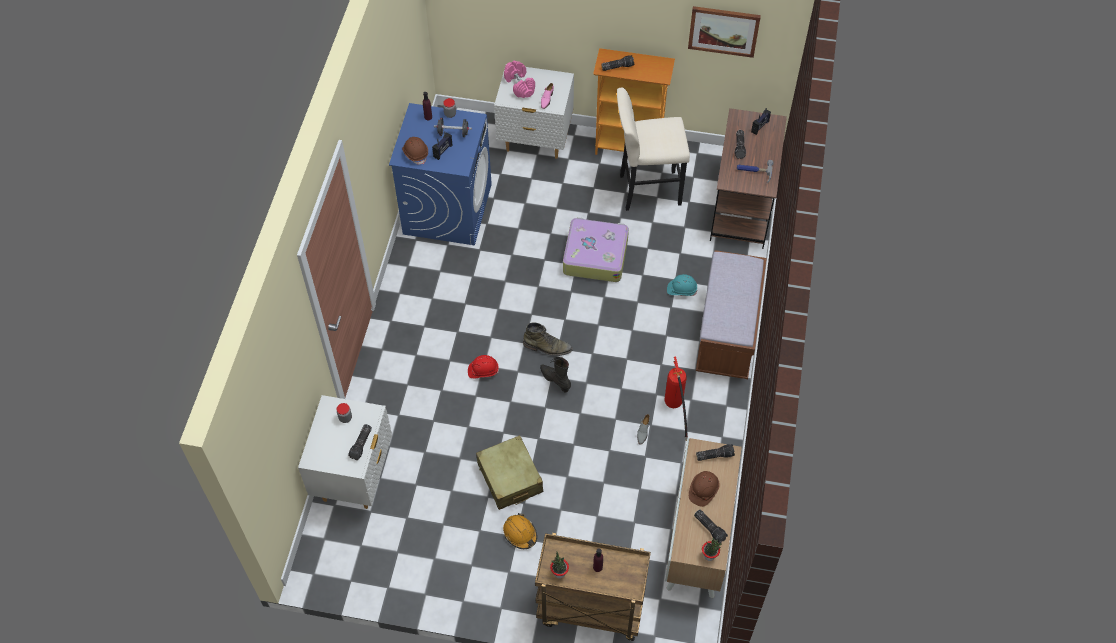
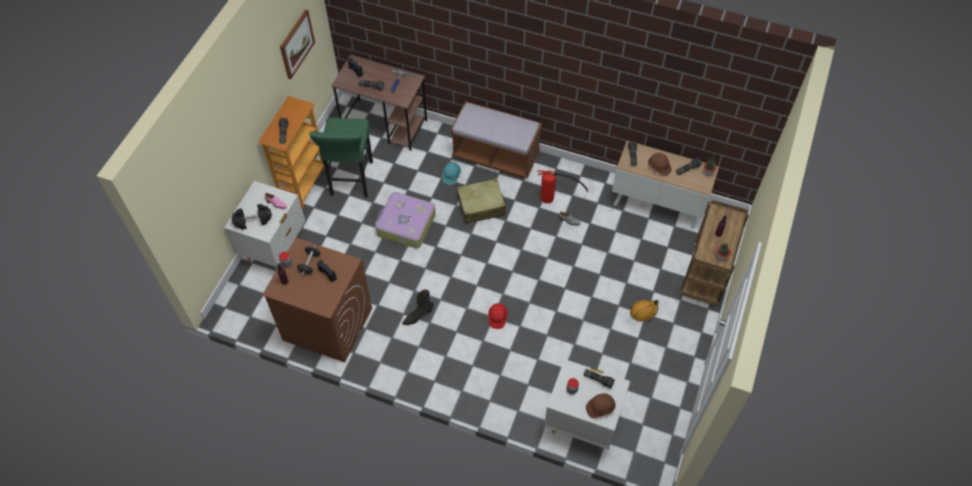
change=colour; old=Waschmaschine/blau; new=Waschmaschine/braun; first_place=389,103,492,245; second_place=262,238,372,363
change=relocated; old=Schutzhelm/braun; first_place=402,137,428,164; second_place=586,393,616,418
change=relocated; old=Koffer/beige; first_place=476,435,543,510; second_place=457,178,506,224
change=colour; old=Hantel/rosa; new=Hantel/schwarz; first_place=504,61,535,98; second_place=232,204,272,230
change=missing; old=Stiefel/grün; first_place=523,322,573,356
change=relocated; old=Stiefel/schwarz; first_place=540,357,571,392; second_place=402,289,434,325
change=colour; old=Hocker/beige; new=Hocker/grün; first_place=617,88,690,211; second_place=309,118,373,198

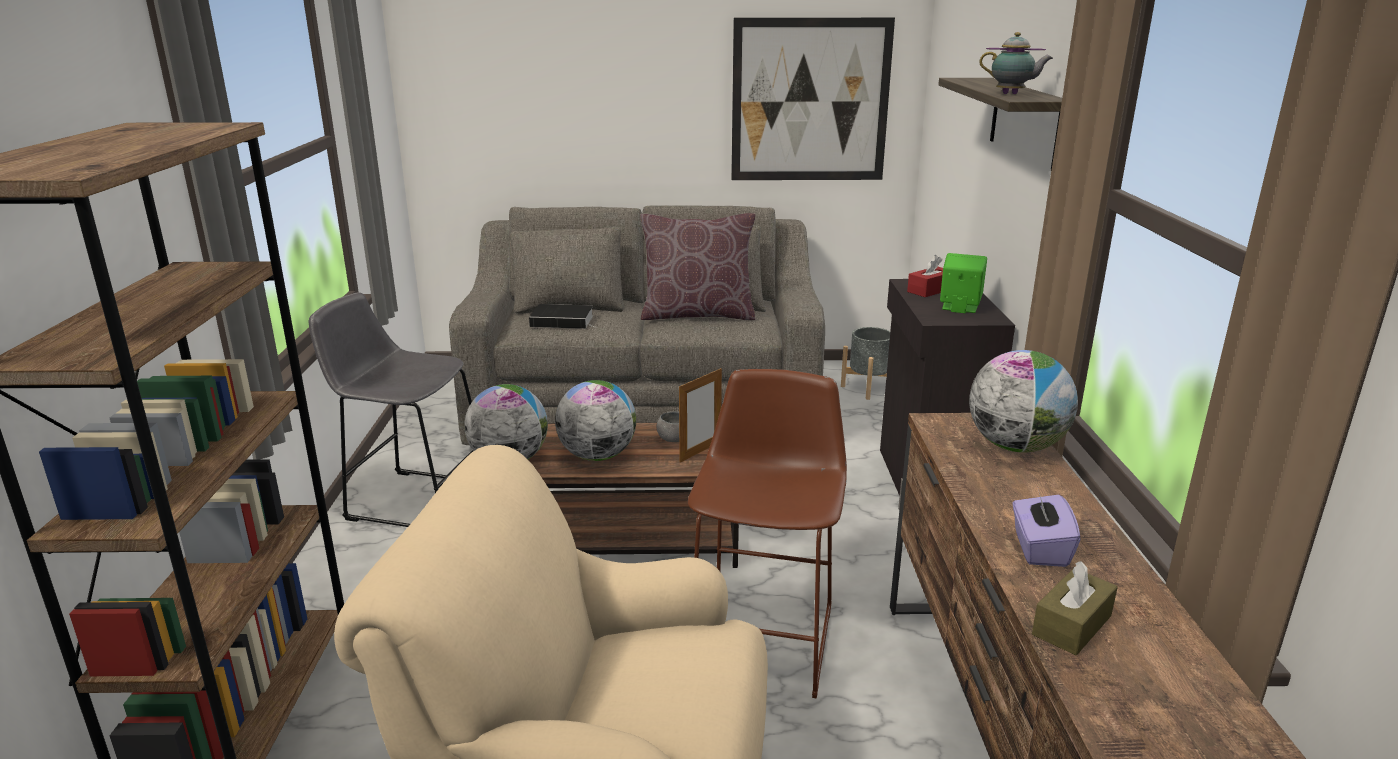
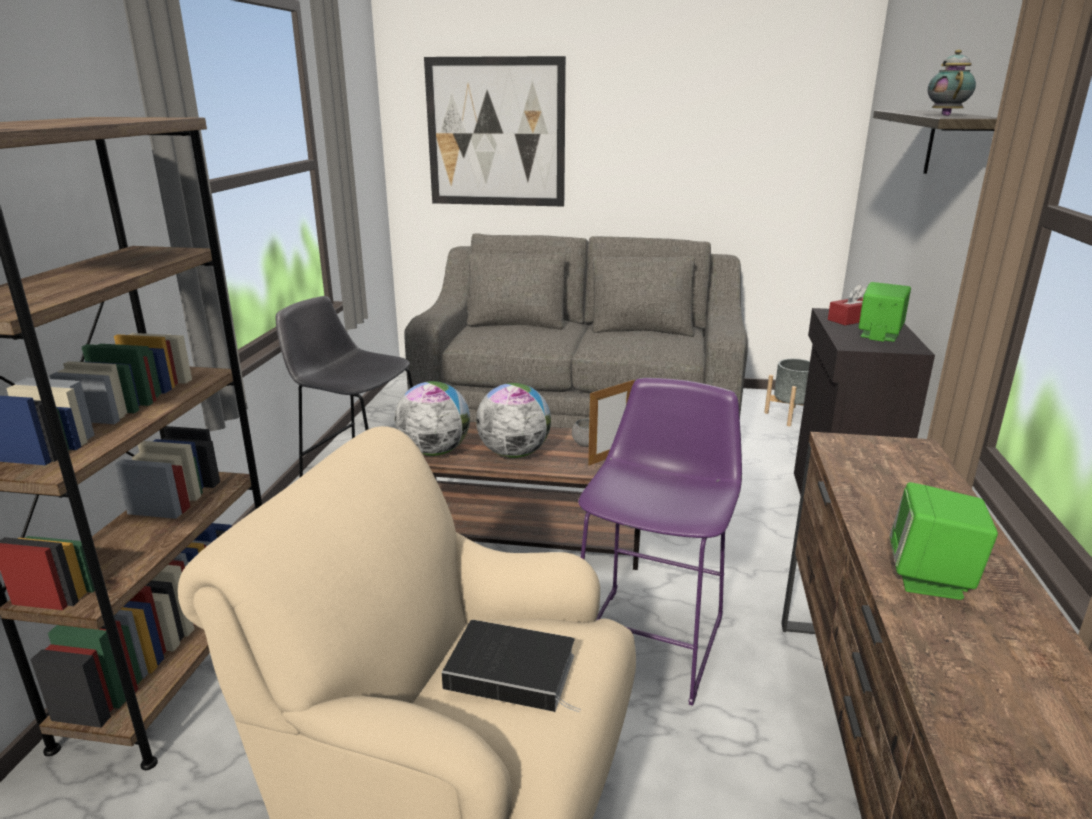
change=relocated; old=Buch; first_place=529,304,596,329; second_place=442,620,581,712
change=missing; old=Kissen/braun; first_place=640,213,756,320
change=colour; old=Hocker/braun; new=Hocker/lila; first_place=688,369,847,698; second_place=578,378,742,706
change=relocated; old=Bild; first_place=731,18,895,180; second_place=424,56,566,207
change=missing; old=Globus; first_place=969,350,1078,453
change=spun; old=Teekanne; first_place=979,32,1053,94; second_place=928,50,976,116; degrees=-105
change=exchanged; old=Taschentuchbox/lila; new=Lautsprecher/grün; first_place=1012,489,1081,567; second_place=890,482,998,600
change=missing; old=Taschentuchbox/braun; first_place=1032,561,1118,655

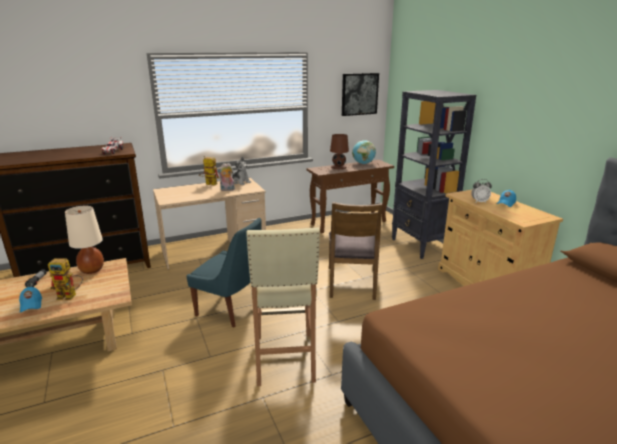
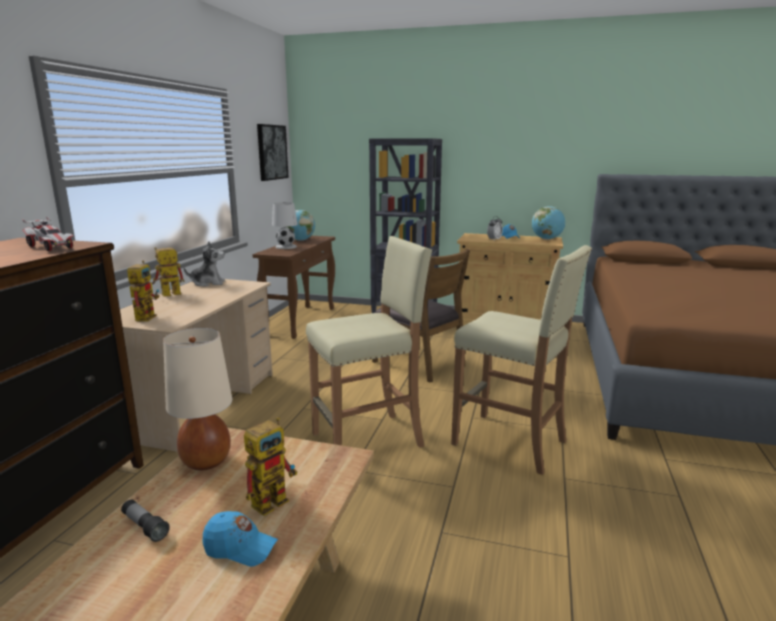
change=exchanged; old=Stuhl/blau; new=Hocker/beige; first_place=187,217,261,328; second_place=306,236,432,448
change=missing; old=Plüschtier; first_place=217,163,235,191
change=colour; old=Tischlampe/braun; new=Tischlampe/weiß; first_place=330,134,349,169; second_place=272,202,298,249
change=appeared; new=Spielzeugroboter; second_place=127,260,159,321
change=appeared; new=Globus; second_place=532,206,565,240

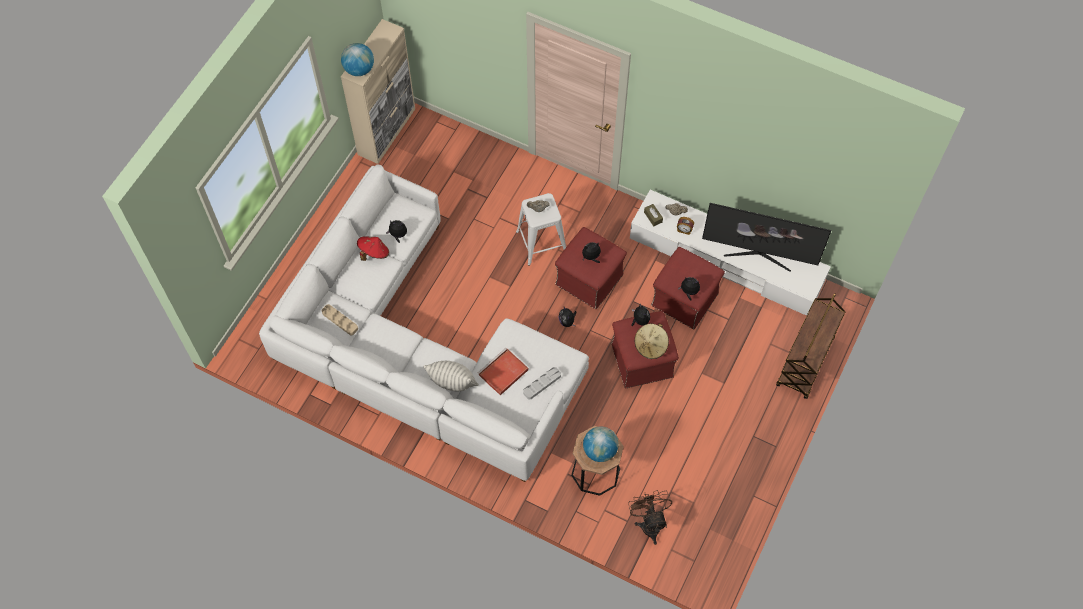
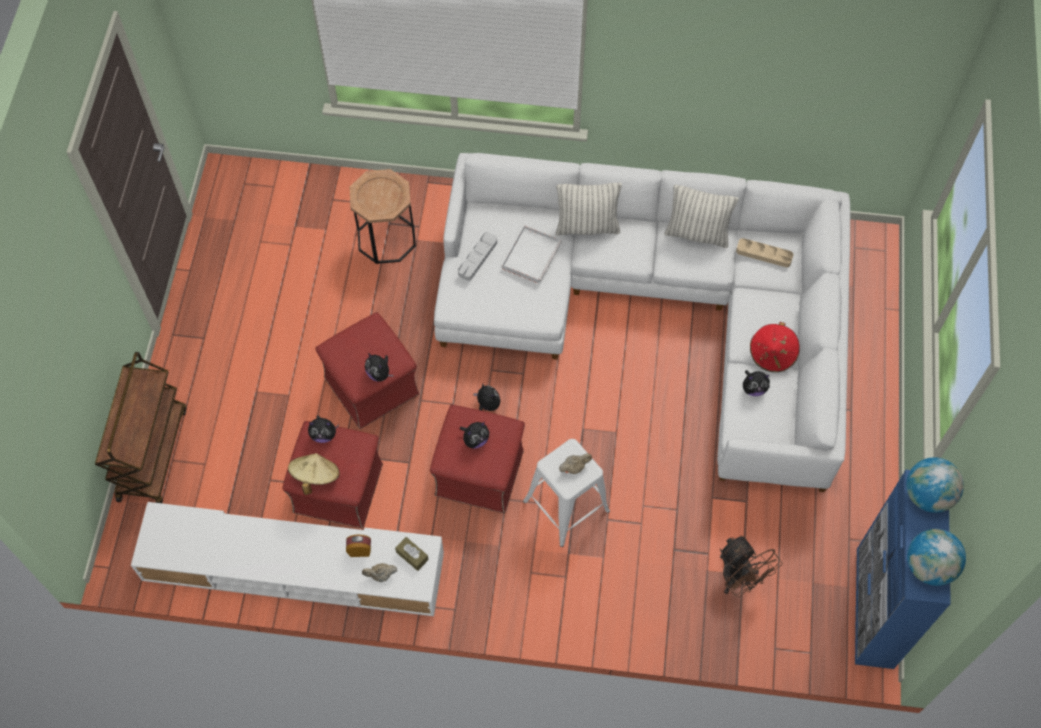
change=colour; old=Schrank/beige; new=Schrank/blau; first_place=341,19,415,164; second_place=855,470,951,669
change=colour; old=Tablett/rot; new=Tablett/weiß; first_place=478,348,528,395; second_place=502,225,562,284
change=relocated; old=Globus; first_place=583,426,619,462; second_place=907,529,966,586
change=relocated; old=Ventilator/braun; first_place=628,490,672,545; second_place=720,535,782,597
change=relocated; old=Hut/beige; first_place=635,323,669,359; second_place=288,453,340,495
change=missing; old=Fernseher; first_place=702,203,831,272
change=appeared; new=Kissen; second_place=664,185,739,248

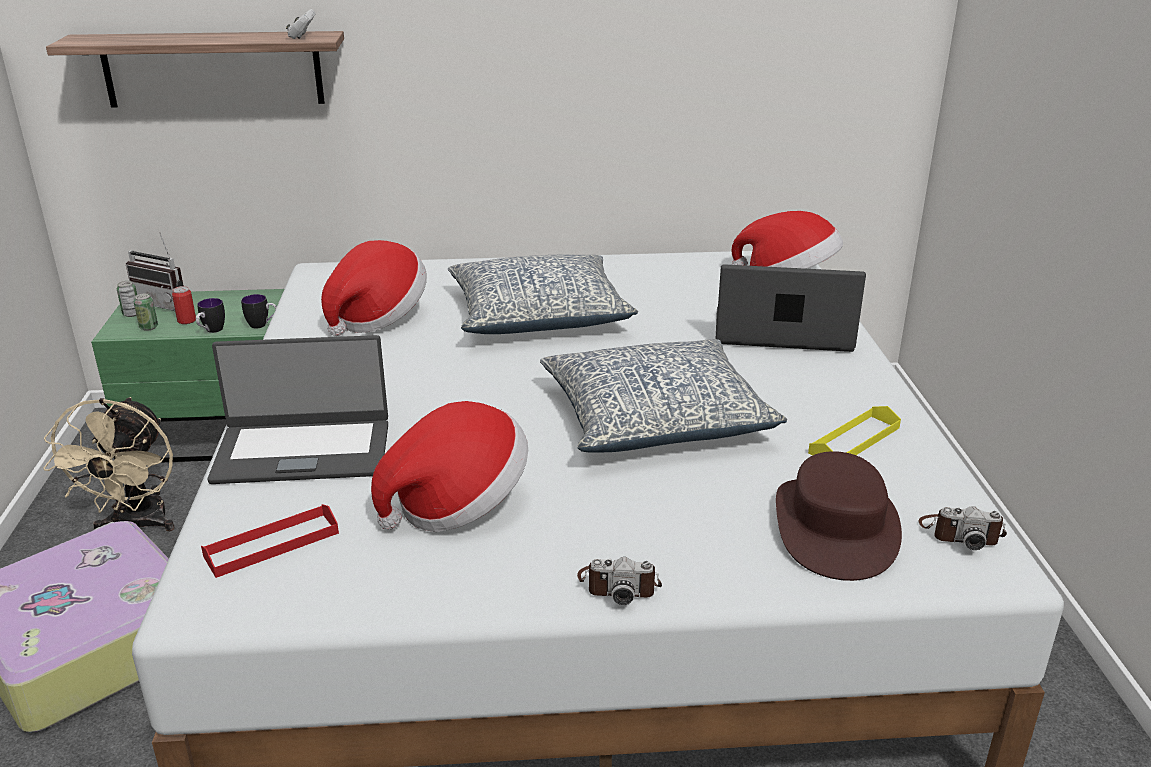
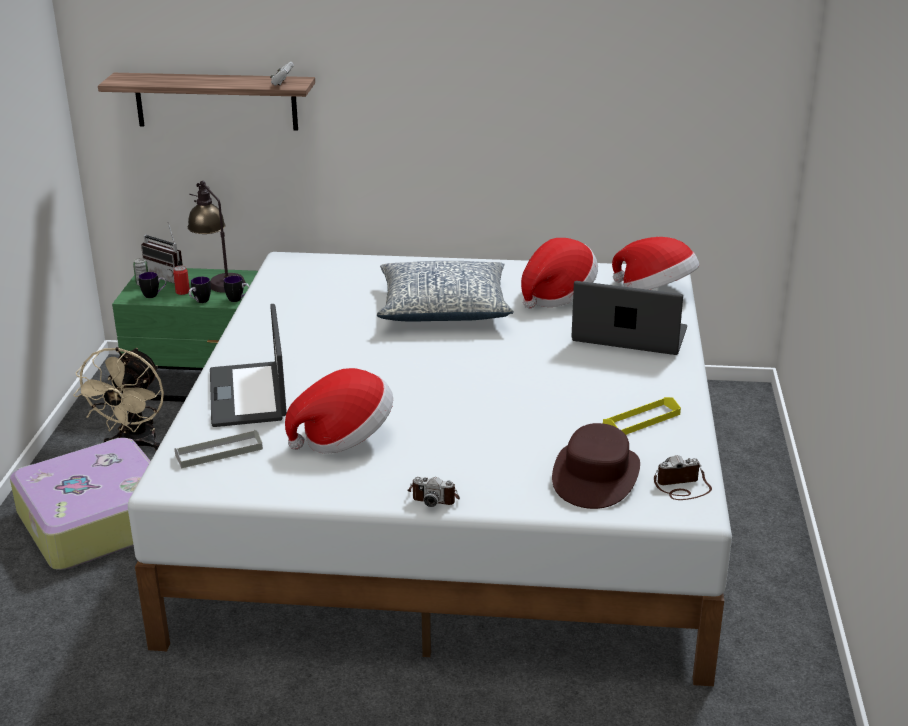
change=exchanged; old=Dose; new=Henkelbecher; first_place=134,293,158,331; second_place=139,272,166,298
change=colour; old=Tablett/rot; new=Tablett/grau; first_place=201,504,339,578; second_place=174,430,263,468
change=spun; old=Laptop; first_place=207,335,388,484; second_place=210,304,287,427; degrees=75
change=relocated; old=Hut; first_place=321,240,427,336; second_place=521,238,598,309
change=missing; old=Kissen; first_place=540,339,787,453
change=spun; old=Kamera; first_place=918,506,1007,550; second_place=654,455,712,500; degrees=150
change=appeared; new=Tischlampe; second_place=188,181,246,293

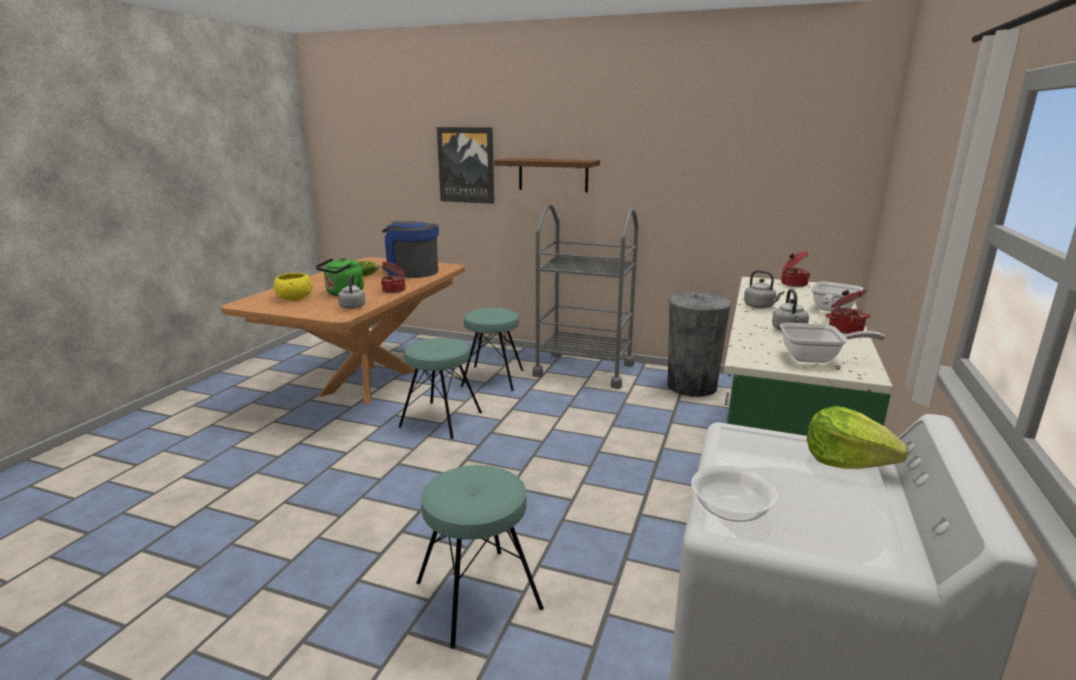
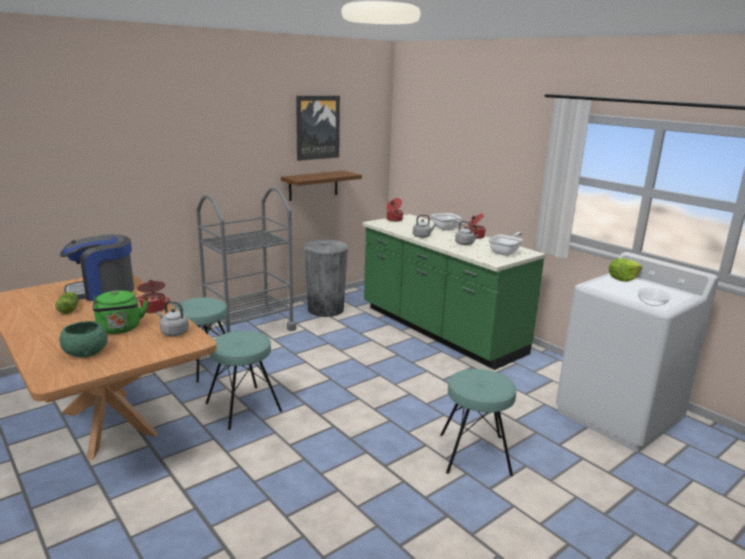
change=colour; old=Schüssel/gelb; new=Schüssel/grün; first_place=273,273,313,301; second_place=59,321,108,357
change=relocated; old=Bild; first_place=437,127,494,204; second_place=296,96,340,161
change=relocated; old=Wandregal/braun; first_place=494,158,600,192; second_place=281,171,362,201

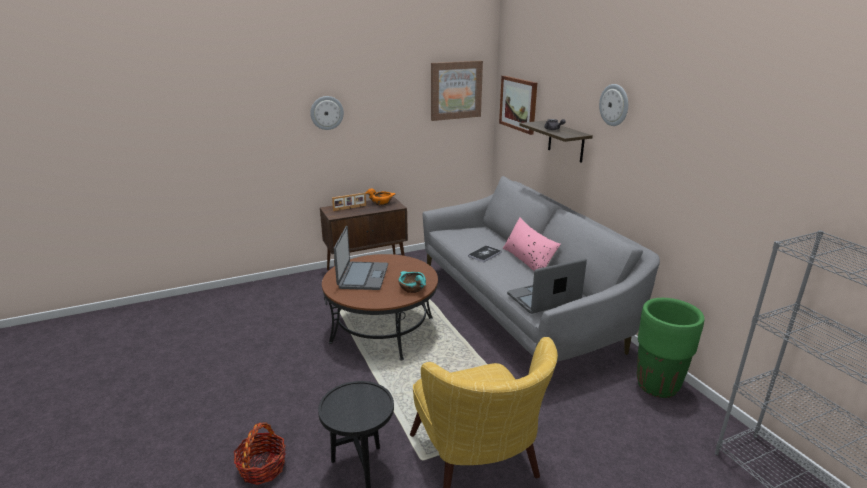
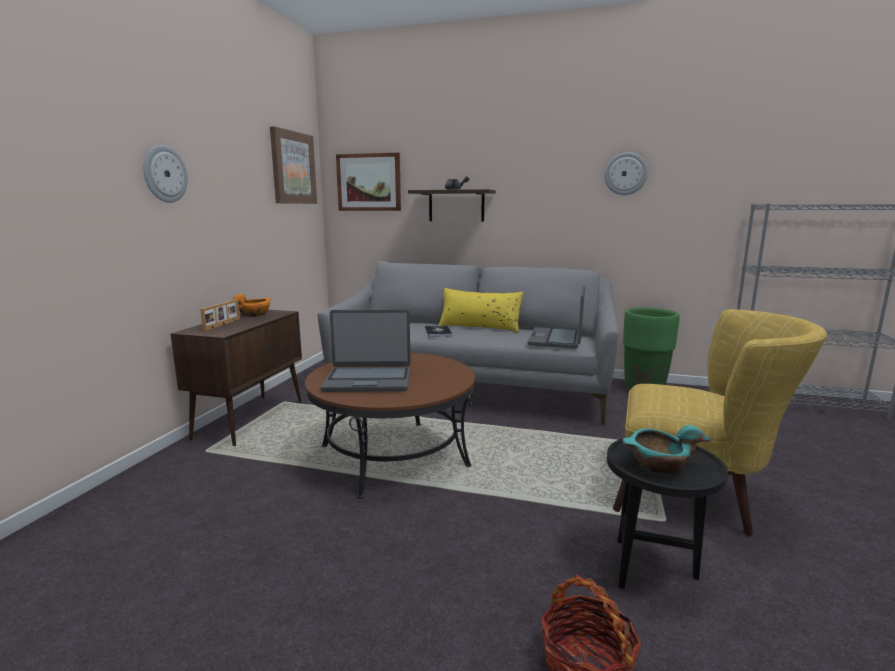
change=spun; old=Laptop; first_place=334,226,388,290; second_place=321,310,411,392; degrees=135
change=relocated; old=Schüssel/türkis; first_place=398,271,426,293; second_place=622,425,711,473
change=colour; old=Kissen/rosa; new=Kissen/gelb; first_place=502,217,561,271; second_place=438,288,523,333
change=relocated; old=Wanduhr; first_place=599,84,628,126; second_place=604,152,648,195

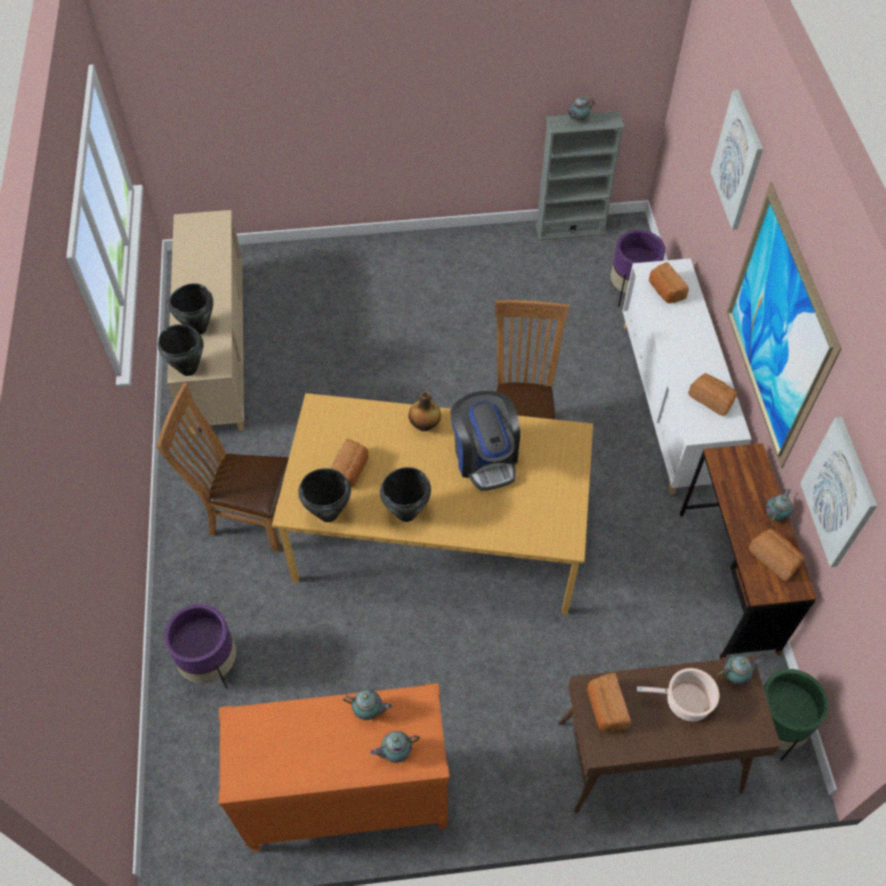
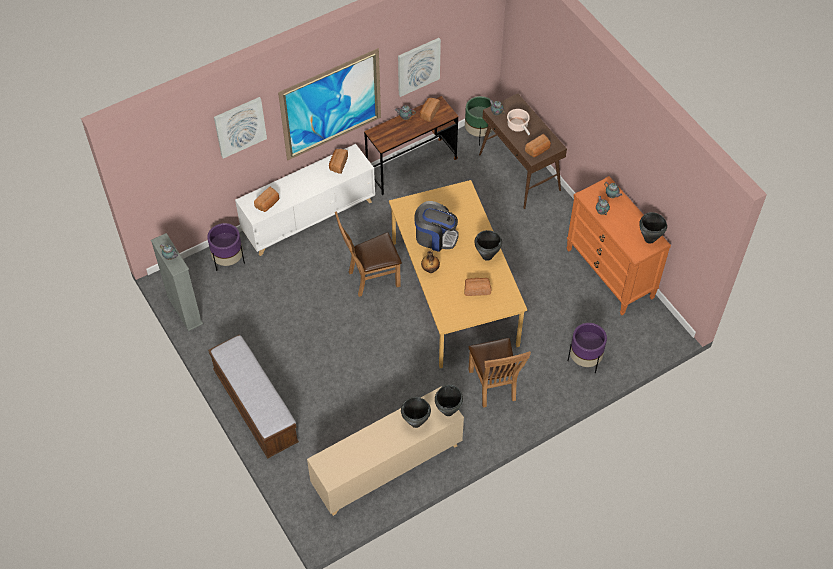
change=relocated; old=Kochtopf/schwarz; first_place=298,468,351,522; second_place=639,212,667,244
change=spun; old=Kaffeemaschine; first_place=450,391,520,491; second_place=414,201,459,252; degrees=60
change=appeared; new=Bank; second_place=208,335,299,459

